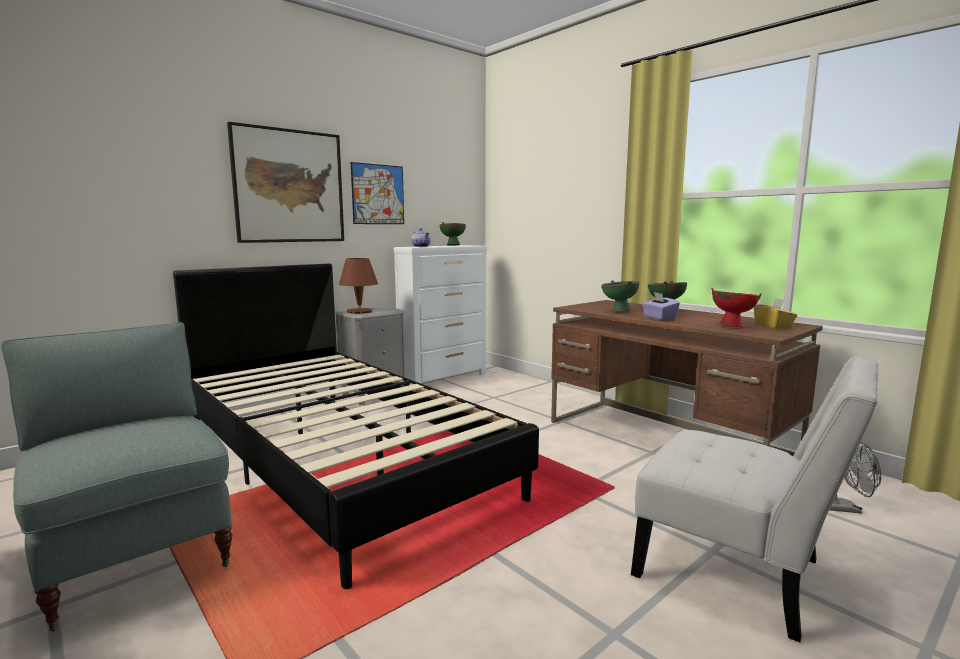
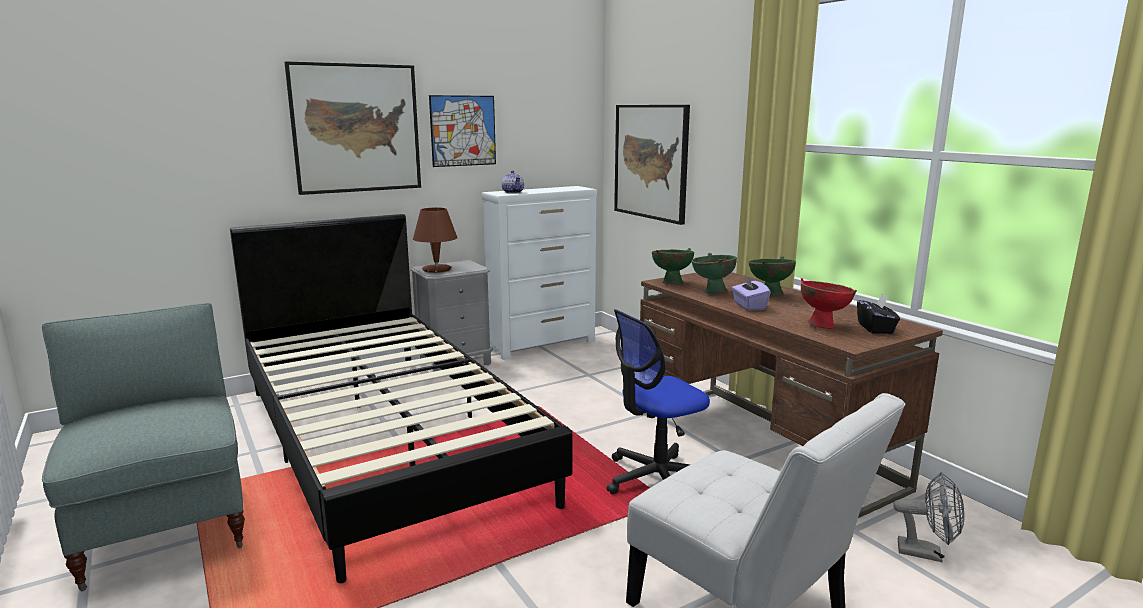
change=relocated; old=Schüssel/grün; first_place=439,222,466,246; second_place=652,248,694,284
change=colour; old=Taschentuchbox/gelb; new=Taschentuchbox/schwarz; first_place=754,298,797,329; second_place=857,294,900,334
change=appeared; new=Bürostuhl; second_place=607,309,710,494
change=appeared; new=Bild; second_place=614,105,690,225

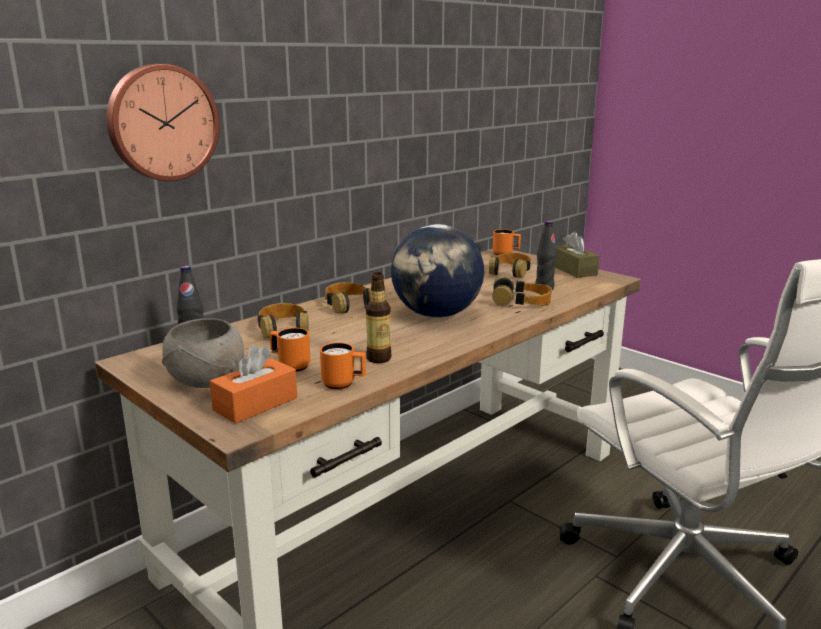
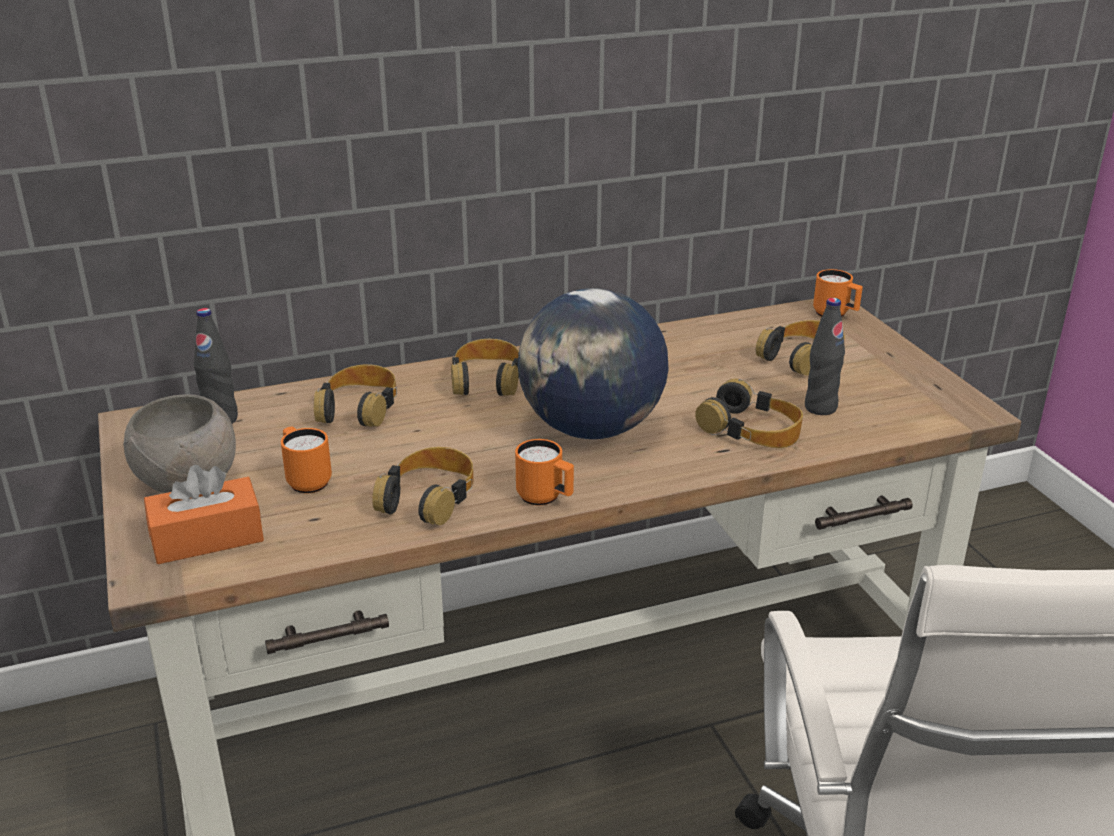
change=missing; old=Wanduhr; first_place=107,64,220,181
change=relocated; old=Henkelbecher/orange; first_place=320,343,366,390; second_place=515,439,574,506
change=exchanged; old=Flasche; new=Kopfhörer; first_place=366,272,391,363; second_place=372,447,473,525
change=missing; old=Taschentuchbox/braun; first_place=555,231,600,278

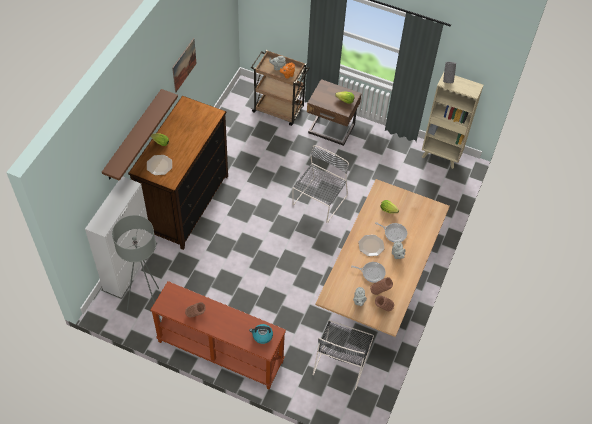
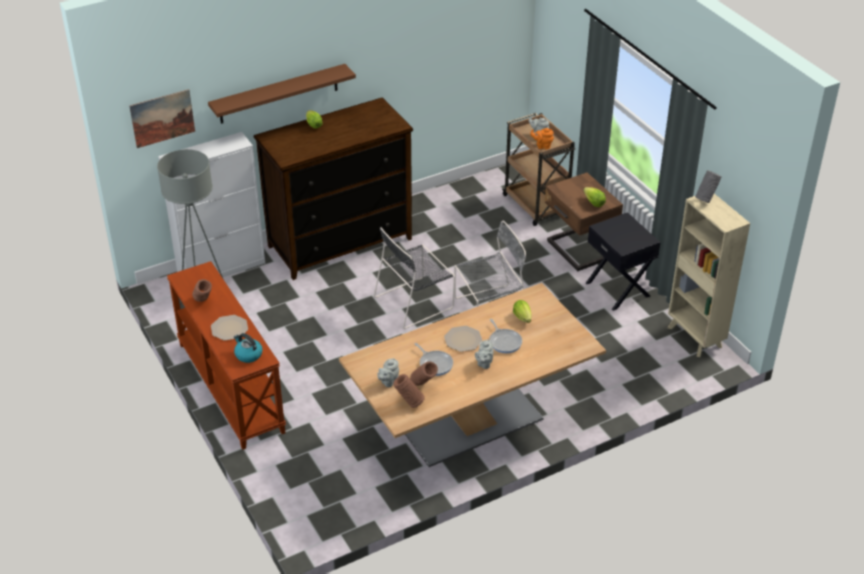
change=relocated; old=Teller; first_place=147,155,172,175; second_place=211,315,248,341
change=relocated; old=Bild; first_place=172,38,197,93; second_place=129,89,195,148
change=relocated; old=Stuhl/schwarz; first_place=313,320,374,390; second_place=374,227,455,329
change=appeared; new=Nachttisch/schwarz; second_place=586,212,661,311

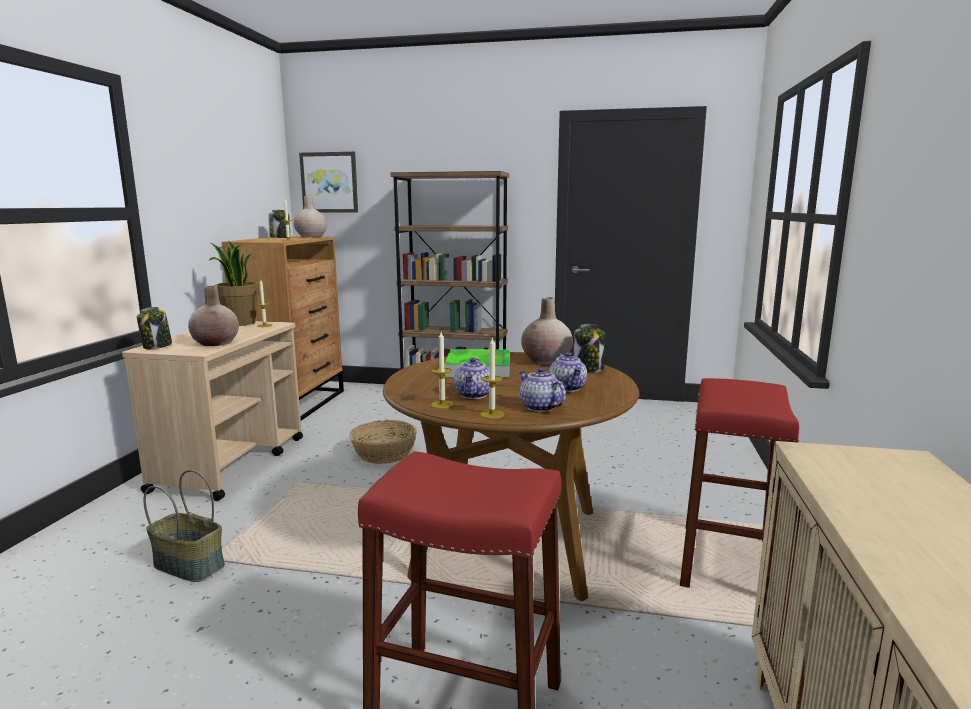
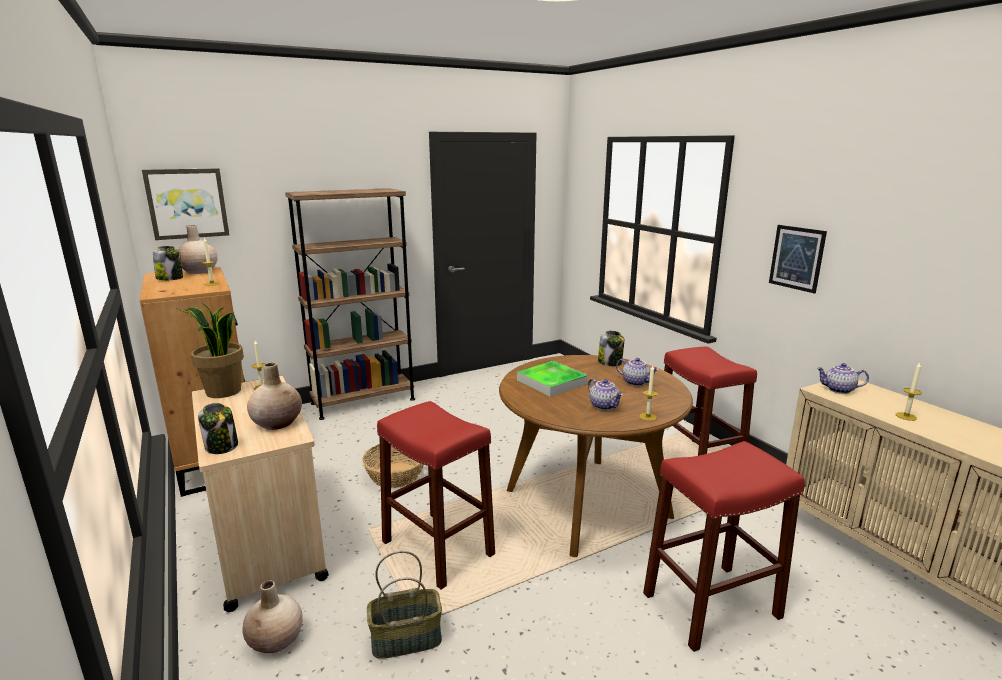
change=relocated; old=Kerze; first_place=431,332,454,409; second_place=896,363,922,421
change=relocated; old=Teekanne; first_place=519,368,566,412; second_place=816,363,869,394
change=relocated; old=Vase/beige; first_place=521,297,573,365; second_place=242,580,303,653
change=appeared; new=Hocker/rot; second_place=377,401,495,590
change=appeared; new=Bild; second_place=769,225,827,294

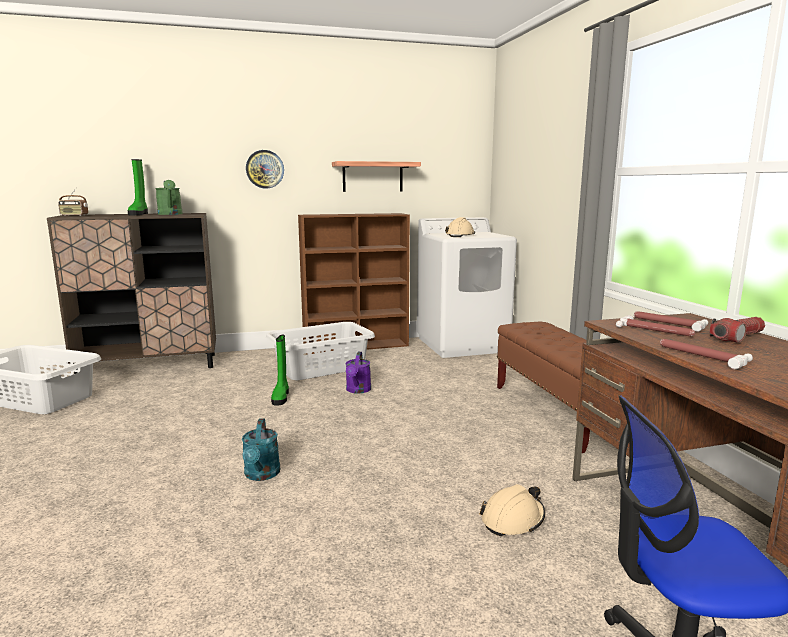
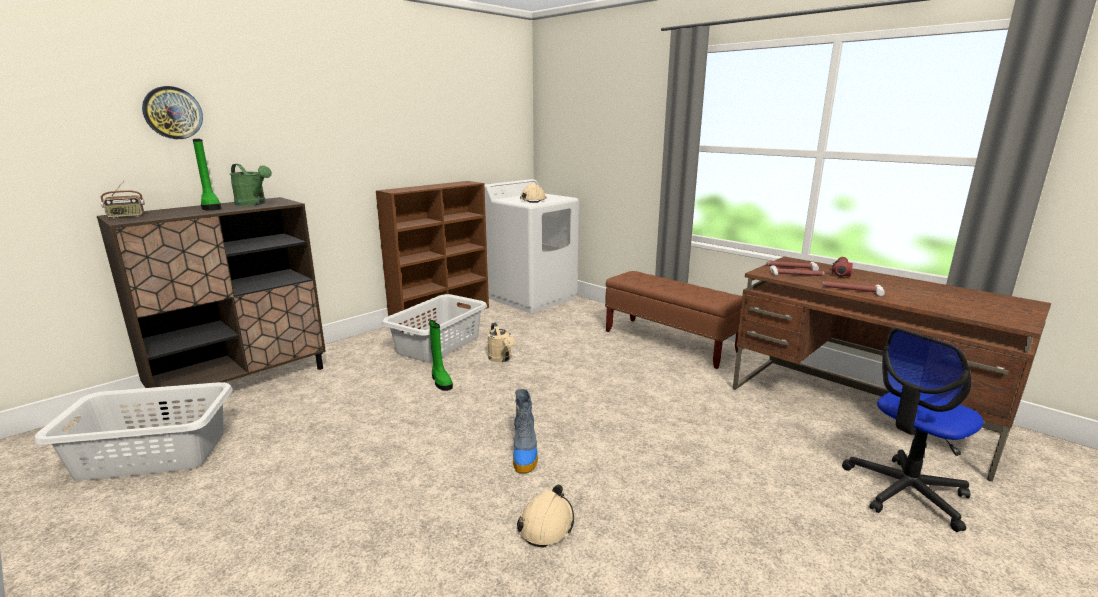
change=exchanged; old=Gießkanne/türkis; new=Stiefel; first_place=242,418,280,481; second_place=513,389,538,474
change=relocated; old=Wanduhr; first_place=246,150,284,189; second_place=142,86,203,139
change=missing; old=Wandregal; first_place=332,161,421,192
change=colour; old=Gießkanne/lila; new=Gießkanne/beige; first_place=346,352,371,394; second_place=487,322,515,362
change=relocated; old=Schutzhelm/beige; first_place=480,484,545,536; second_place=517,485,574,548

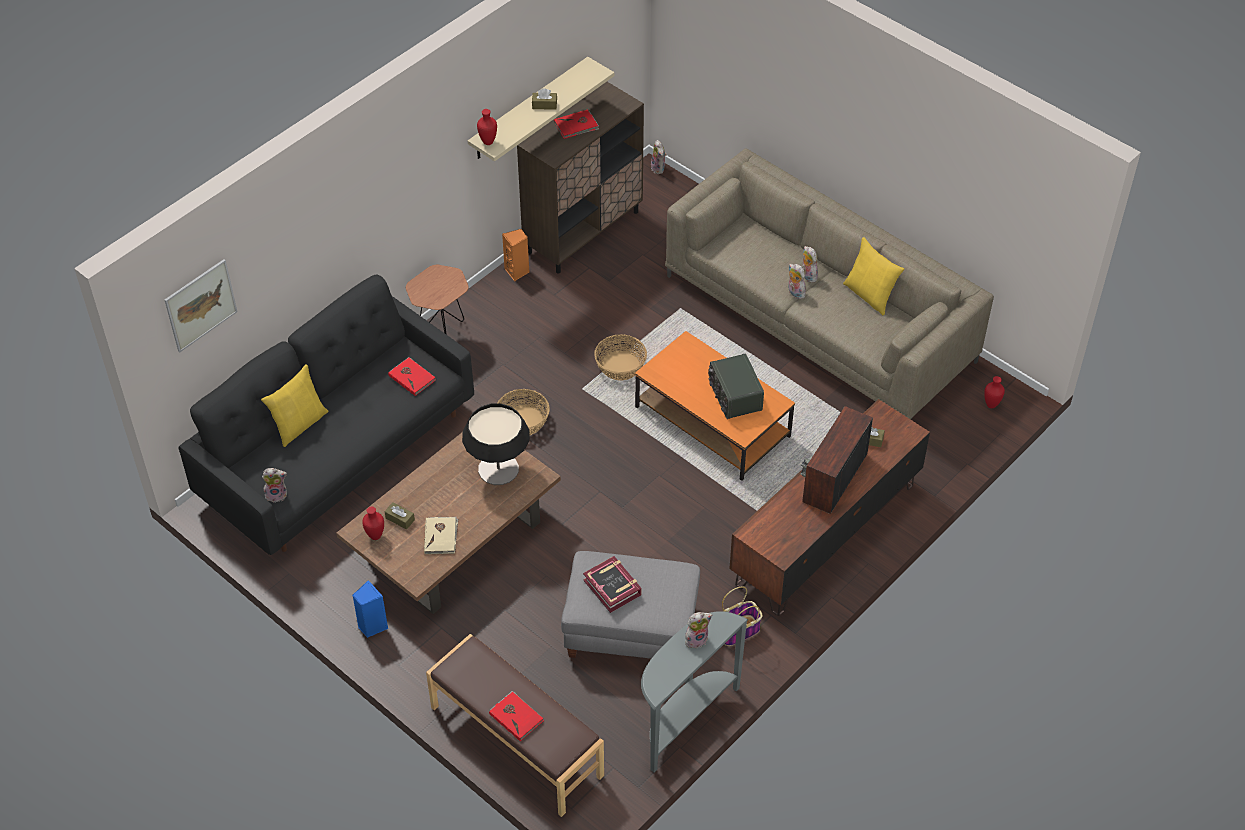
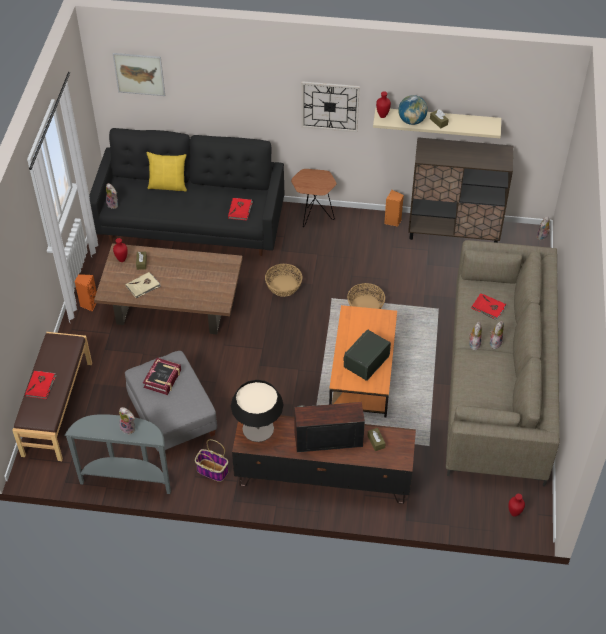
change=colour; old=Lautsprecher/blau; new=Lautsprecher/orange; first_place=352,580,388,638; second_place=74,274,97,311
change=relocated; old=Tischlampe; first_place=462,403,530,485; second_place=231,380,284,442
change=relocated; old=Buch/rot; first_place=554,109,599,139; second_place=471,293,506,320
change=missing; old=Kissen/gelb; first_place=843,237,904,315
change=appeared; new=Wanduhr; second_place=301,81,360,132
change=appeared; new=Globus; second_place=398,95,428,125

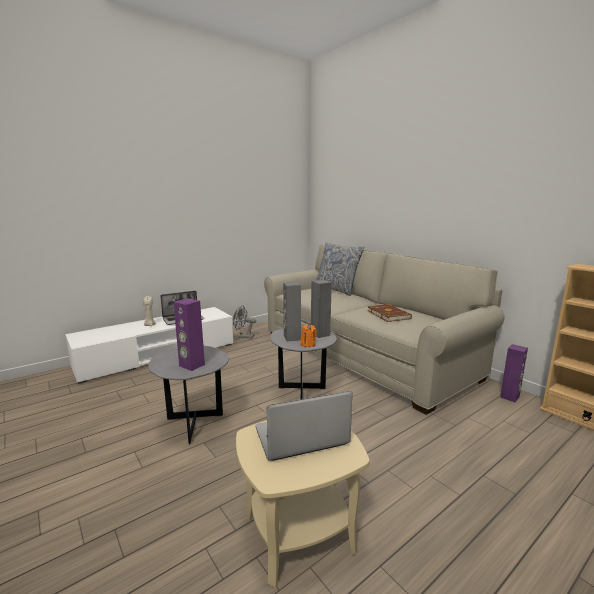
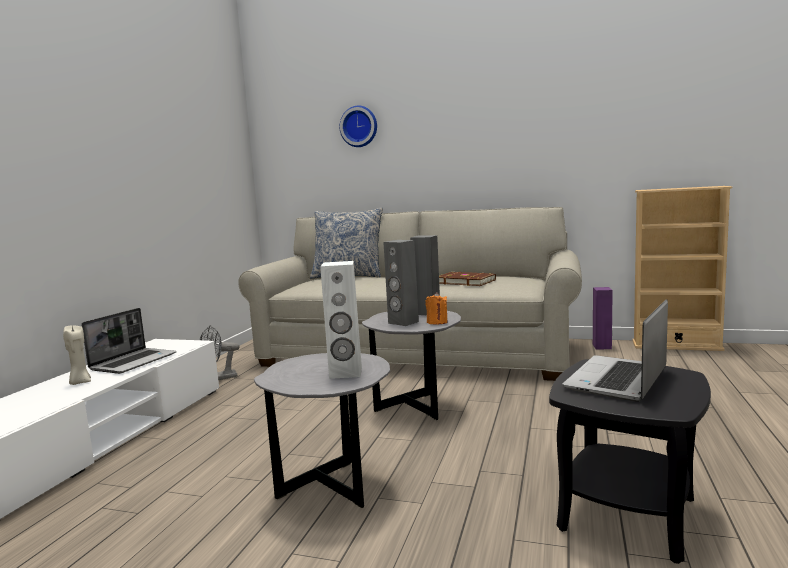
change=colour; old=Lautsprecher/lila; new=Lautsprecher/weiß; first_place=174,298,205,371; second_place=320,261,362,379
change=colour; old=Beistelltisch/beige; new=Beistelltisch/schwarz; first_place=236,420,369,588; second_place=549,359,711,564
change=appeared; new=Wanduhr; second_place=339,106,377,147

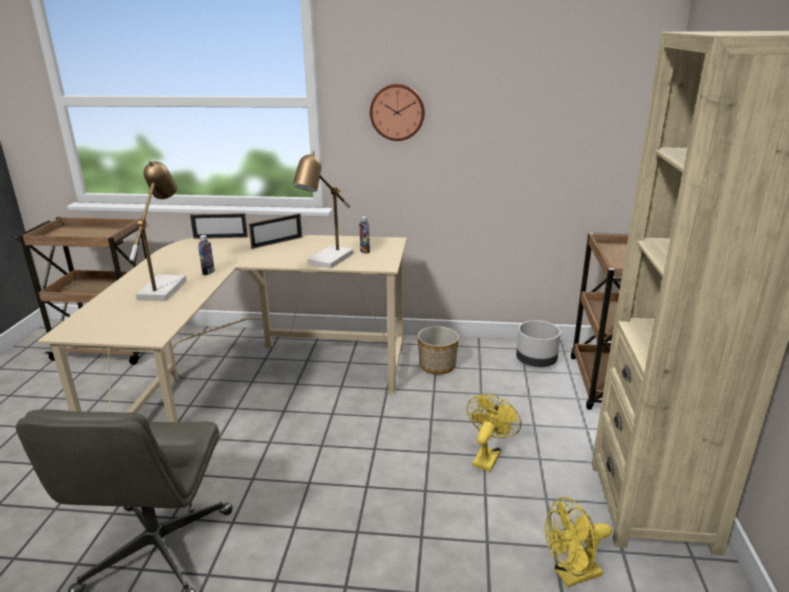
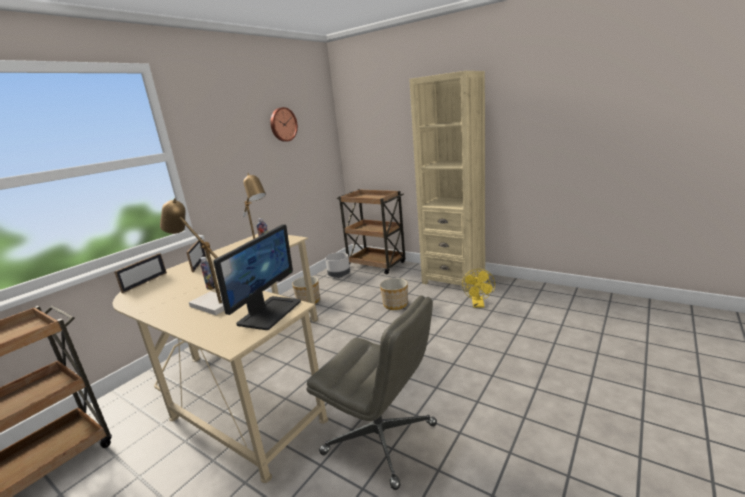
change=relocated; old=Wanduhr; first_place=370,84,425,141; second_place=270,107,298,142
change=exchanged; old=Ventilator/gelb; new=Pflanzkübel; first_place=467,394,521,472; second_place=380,278,408,310
change=appeared; new=Monitor; second_place=214,224,301,330

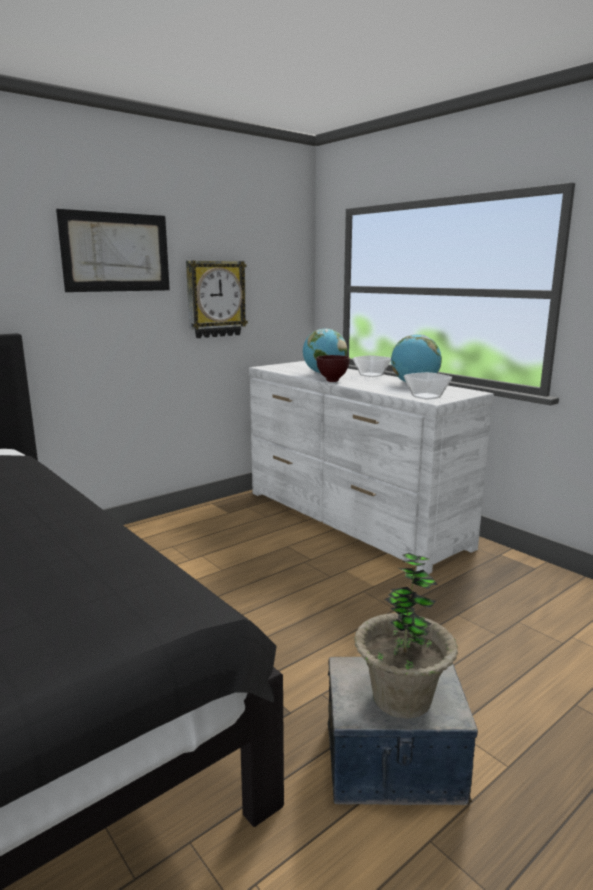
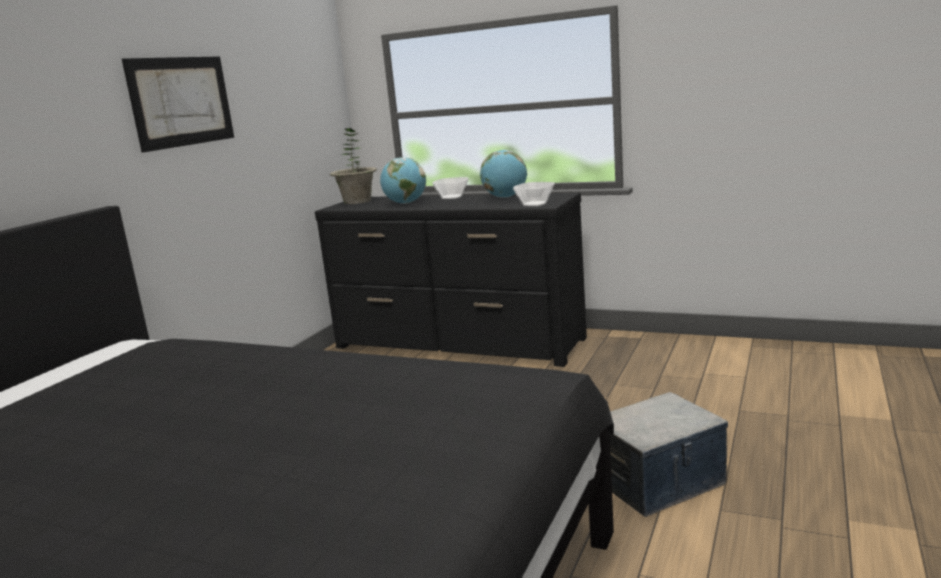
change=missing; old=Wanduhr; first_place=186,261,248,338
change=colour; old=Kommode/weiß; new=Kommode/schwarz; first_place=249,361,494,574; second_place=315,193,587,367
change=missing; old=Schüssel/braun; first_place=316,355,350,382
change=relocated; old=Topfpflanze; first_place=354,553,458,719; second_place=330,128,377,204

